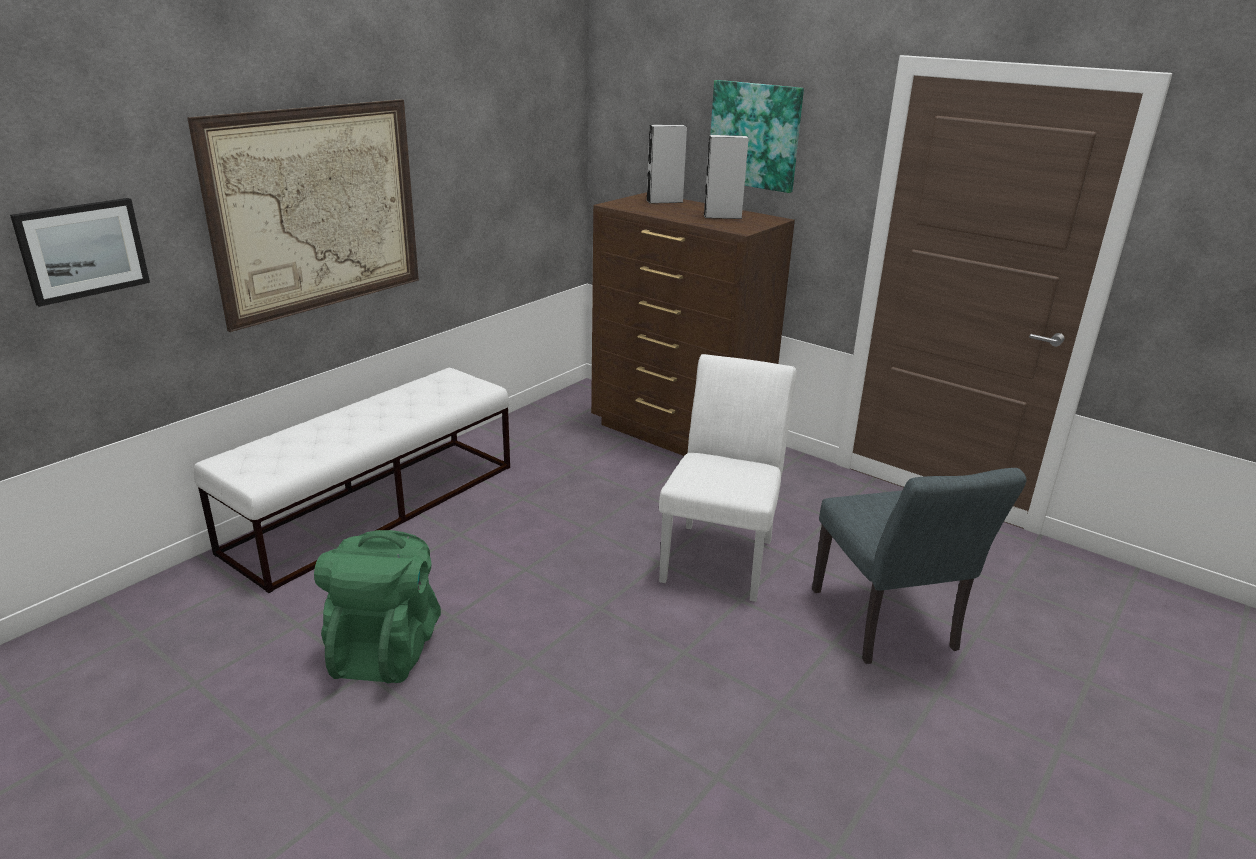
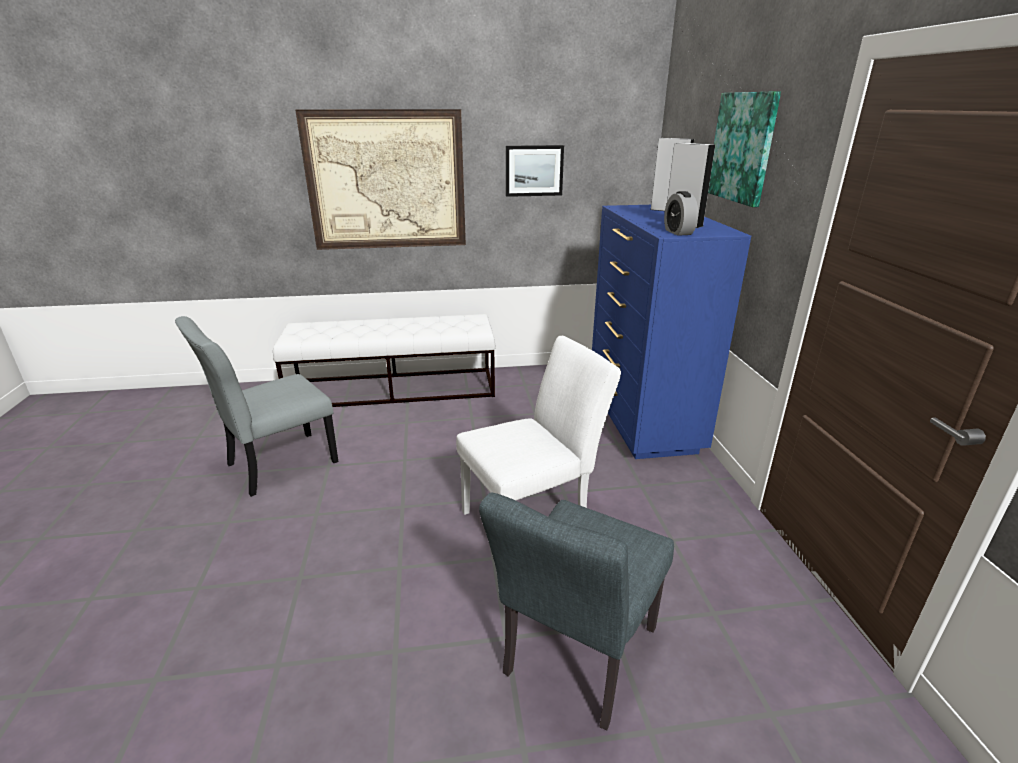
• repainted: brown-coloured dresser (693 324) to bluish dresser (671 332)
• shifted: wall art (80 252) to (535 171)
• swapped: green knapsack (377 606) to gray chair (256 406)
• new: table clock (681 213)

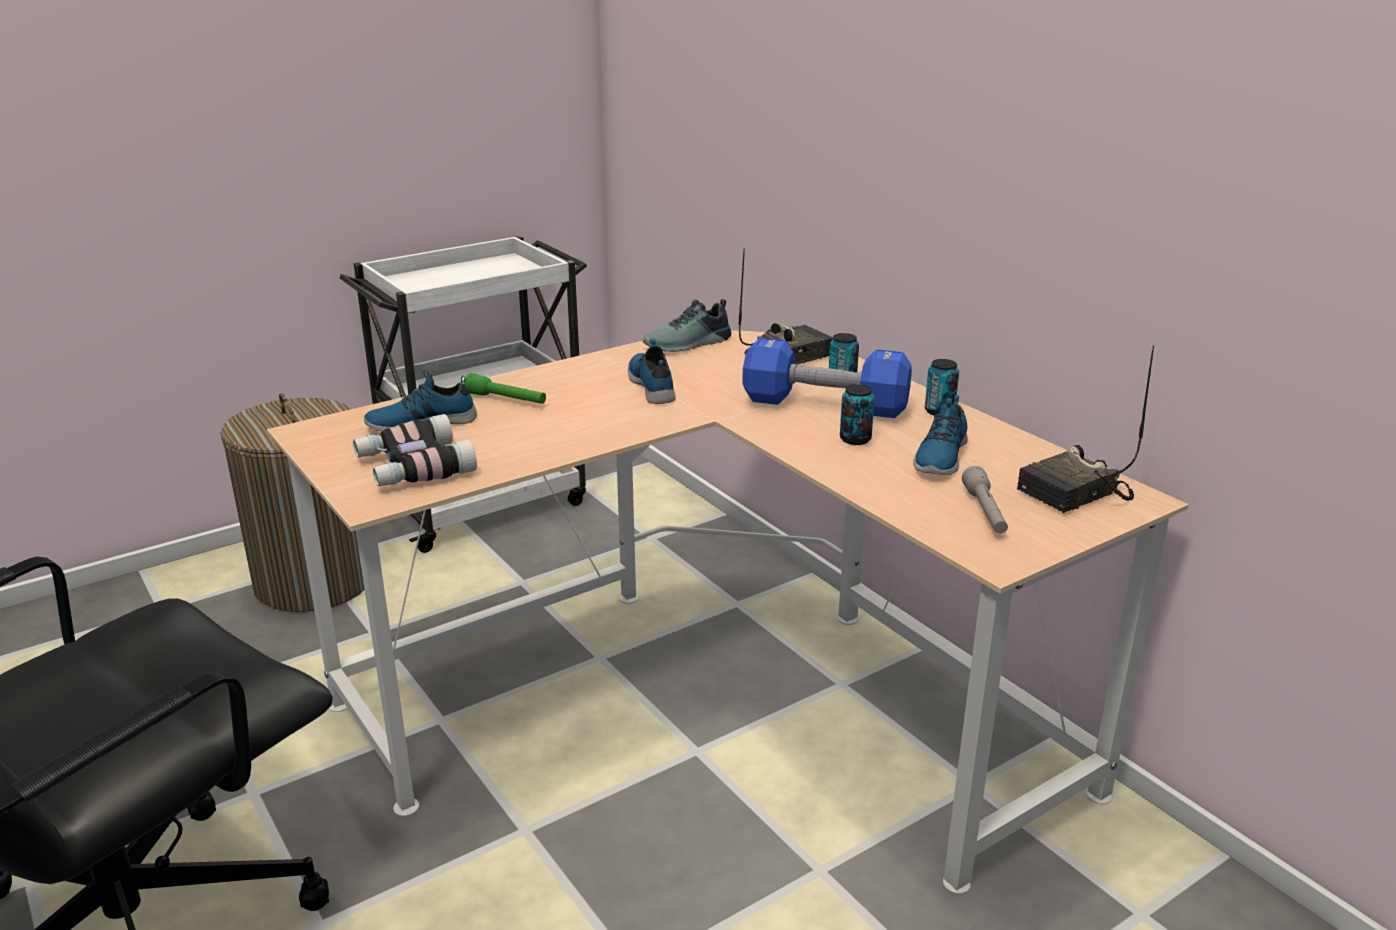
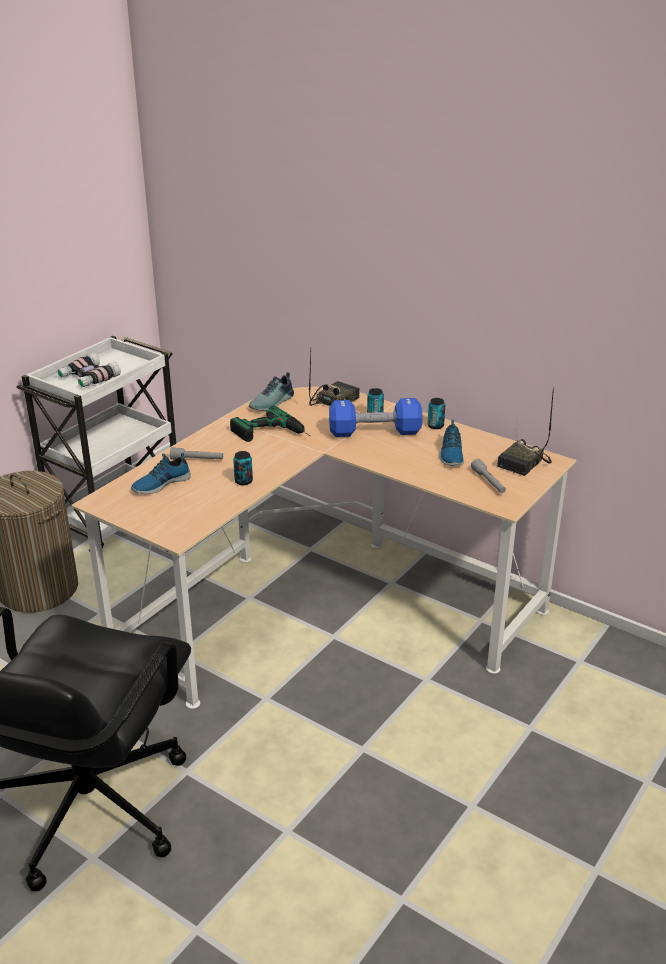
• swapped: low shoe (652 371) to drill (270 424)
• repainted: green hand torch (505 388) to gray hand torch (196 453)
• shifted: sealed can (857 414) to (243 468)
• shifted: binoculars (415 450) to (89 370)

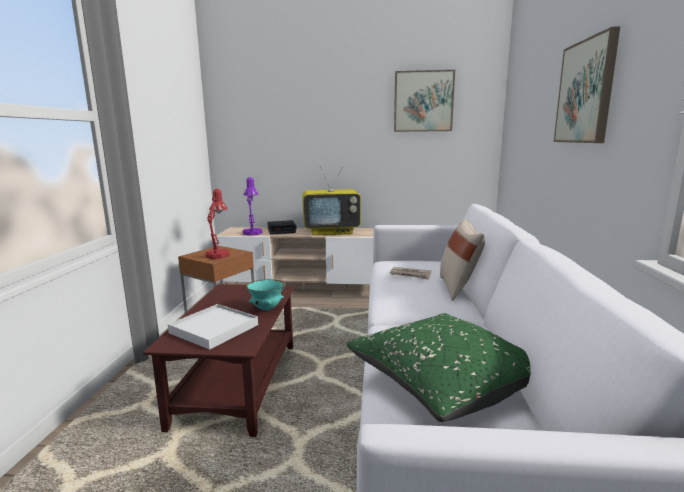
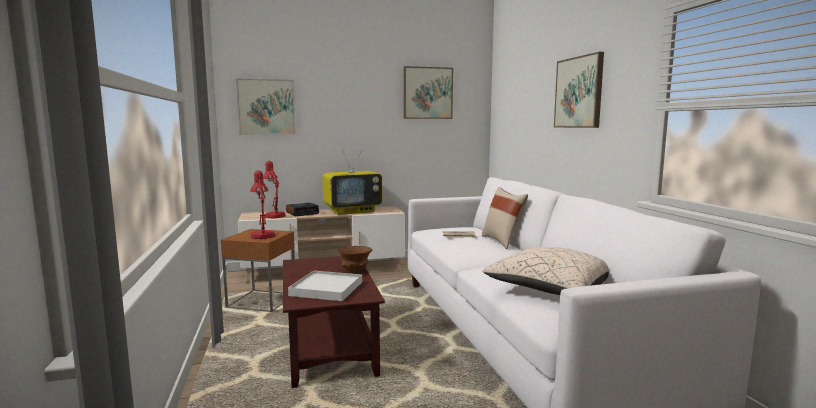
• repainted: purple lamp for a table (253 206) to red-coloured lamp for a table (274 189)
• repainted: turquoise serving bowl (266 295) to brown-coloured serving bowl (355 259)
• repainted: green cushion (438 367) to beige cushion (545 271)
• new: wall art (266 106)

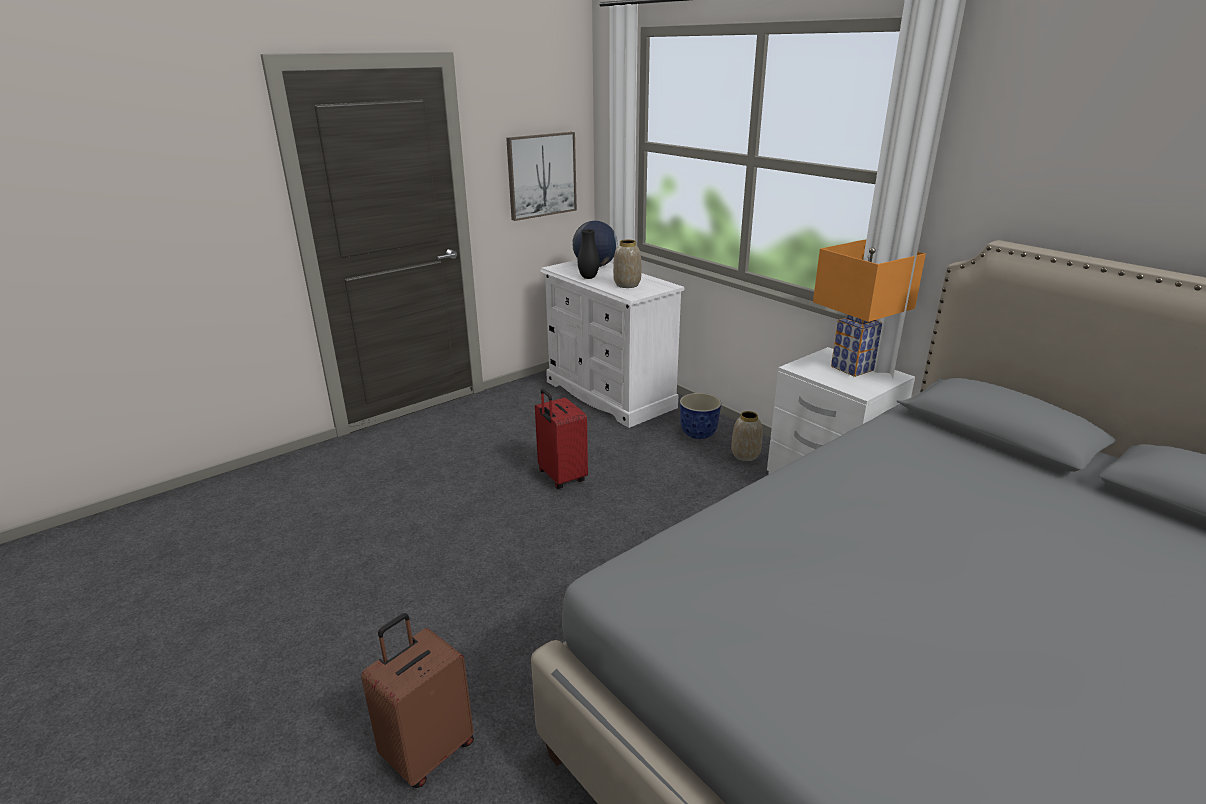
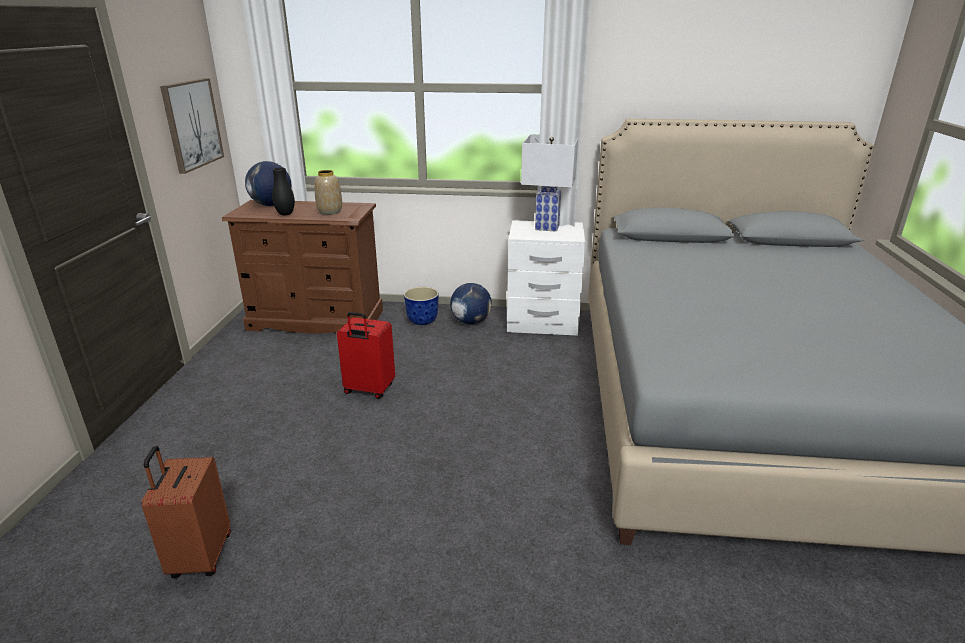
• repainted: orangey lamp for a table (869 308) to white-coloured lamp for a table (549 183)
• repainted: white-coloured dresser (612 344) to brown-coloured dresser (302 266)
• swapped: vase (746 436) to world globe (471 303)
• shifted: brown-coloured piece of luggage (417 700) to (185 512)

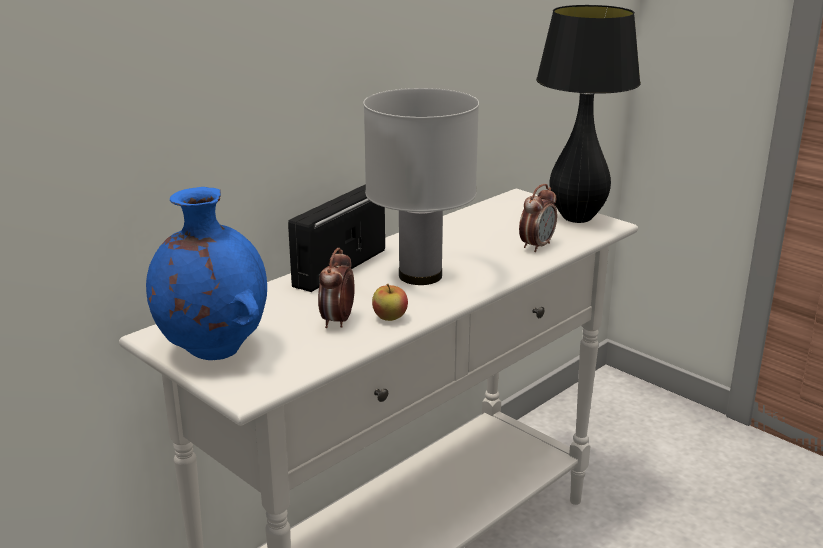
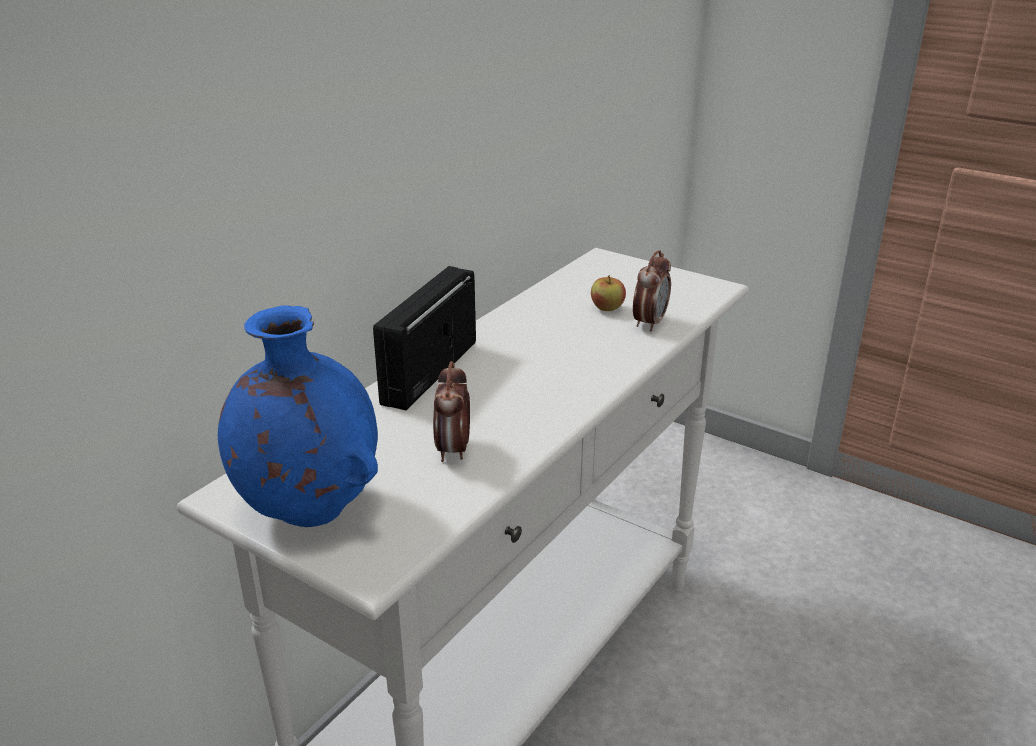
• gone: black-coloured lamp for a table (588 114)
• gone: white-coloured lamp for a table (421 186)
• shifted: apple (390 302) to (608 293)

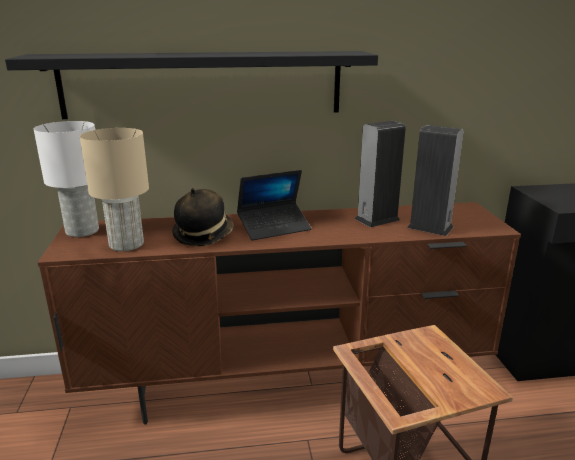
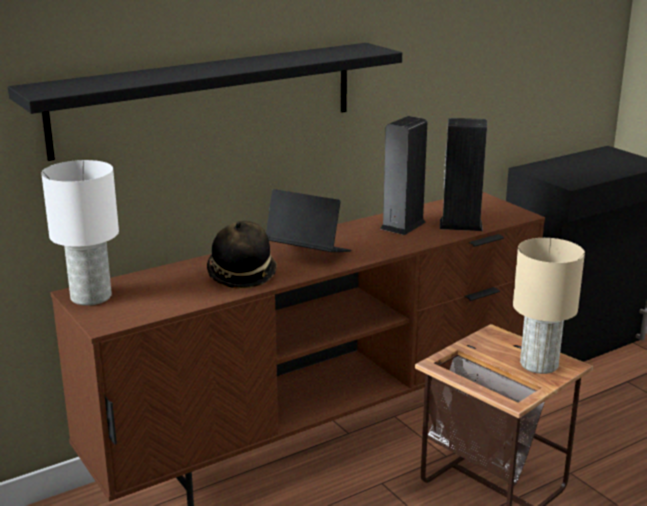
• shifted: beige lamp for a table (114 189) to (549 306)
• rotated: notebook computer (274 205) = (308 220) 105 degrees counterclockwise

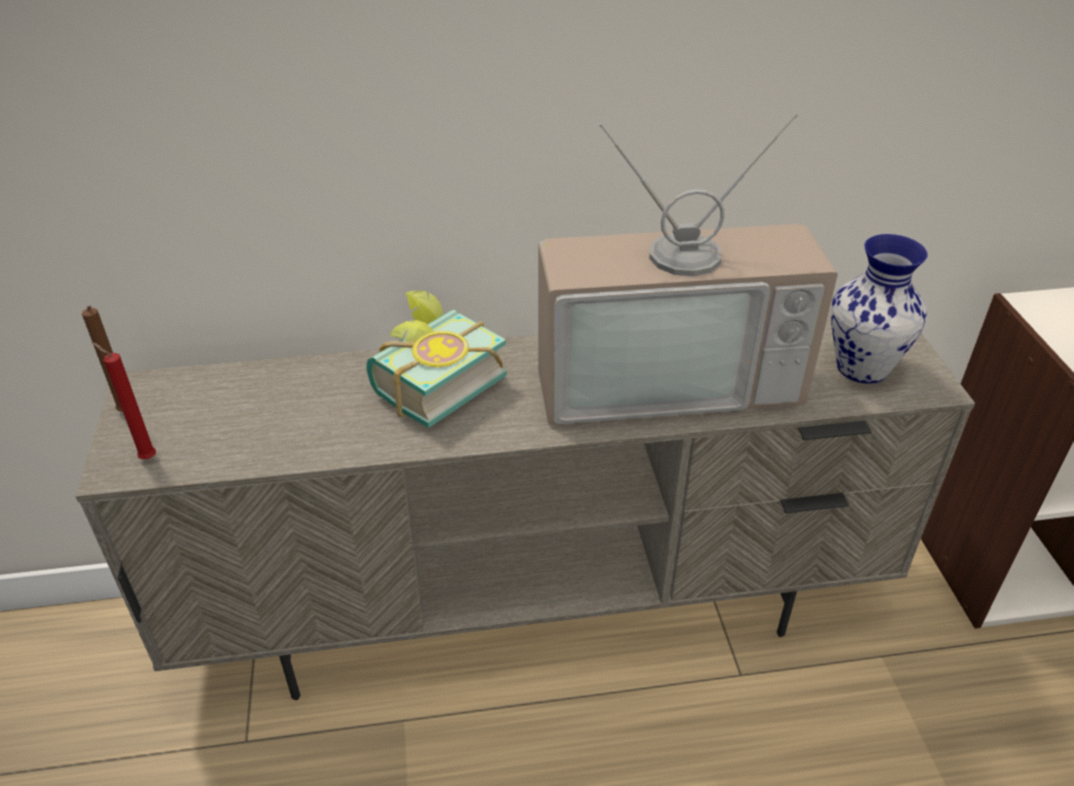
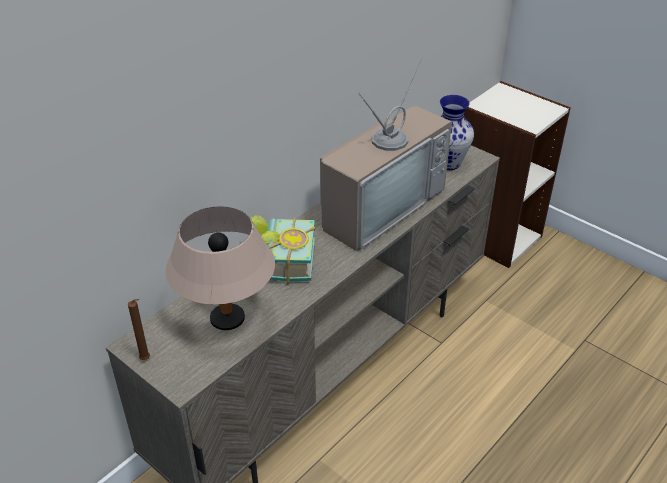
• gone: red-coloured wax light (124 400)
• new: beige lamp for a table (220 268)

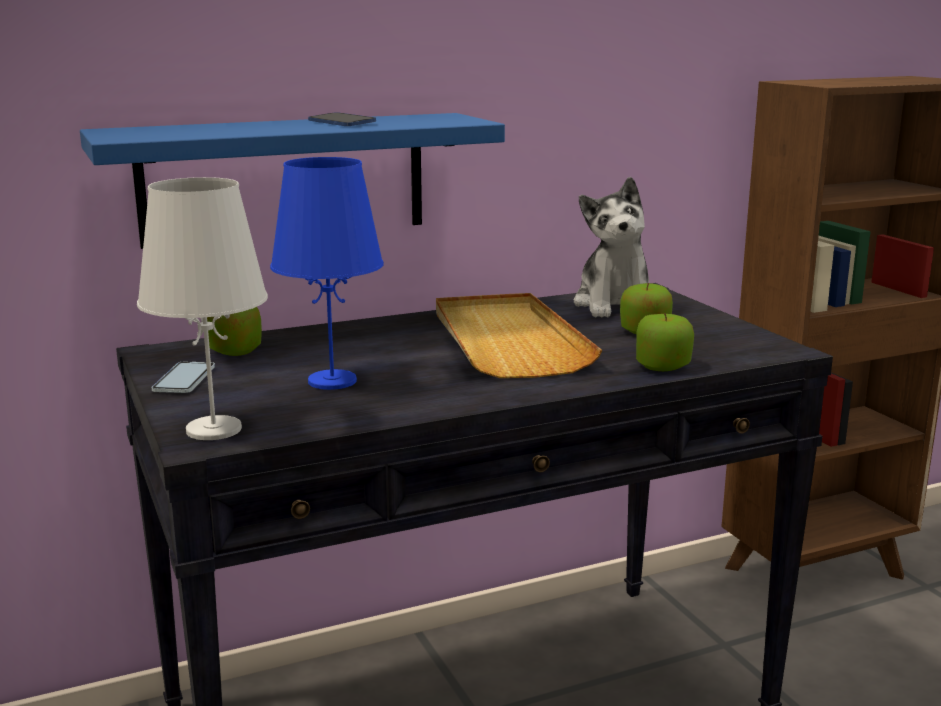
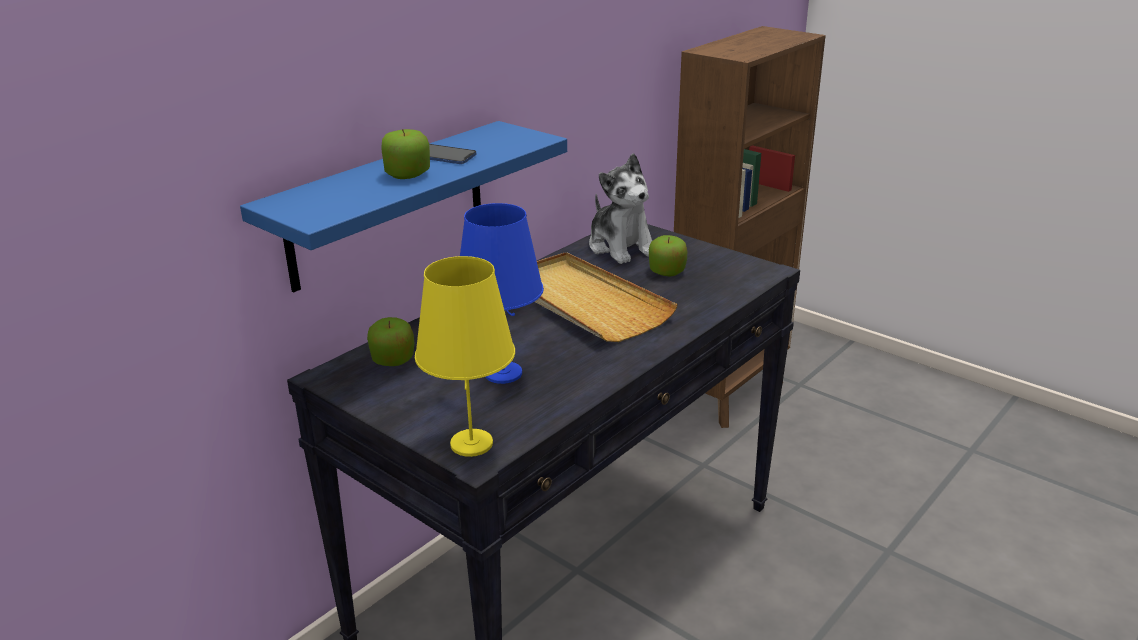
• repainted: white-coloured lamp for a table (202 308) to yellow-coloured lamp for a table (465 356)
• shifted: apple (665 342) to (405 154)
• gone: handset (183 377)

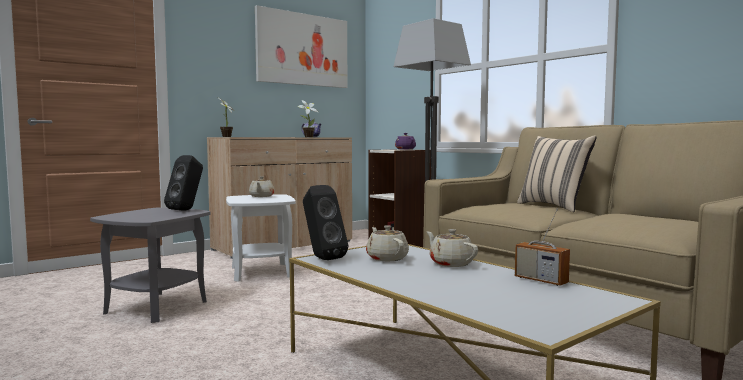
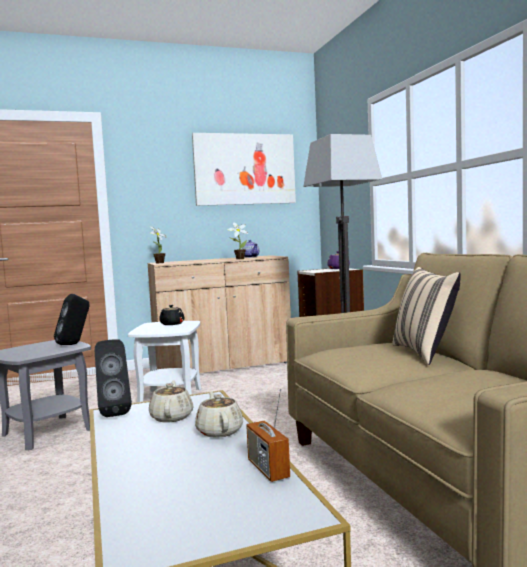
• repainted: beige tea pot (262 186) to black-coloured tea pot (171 315)

